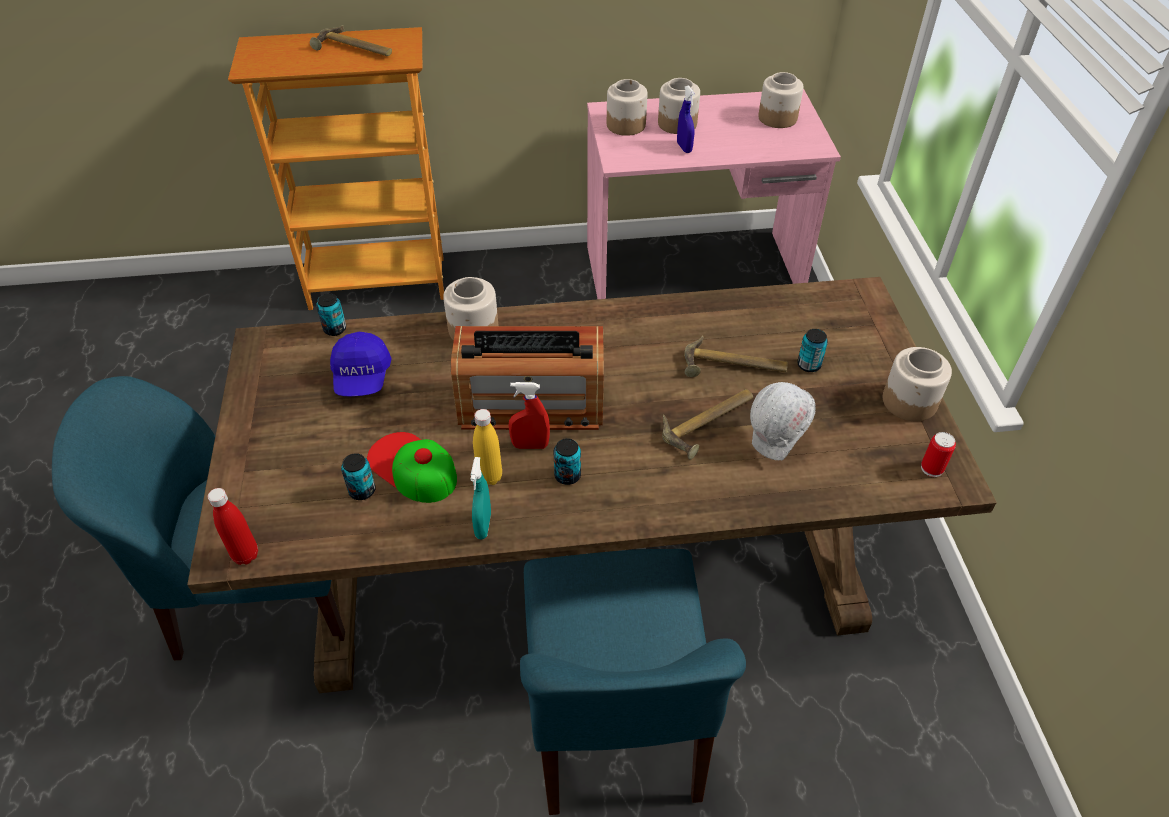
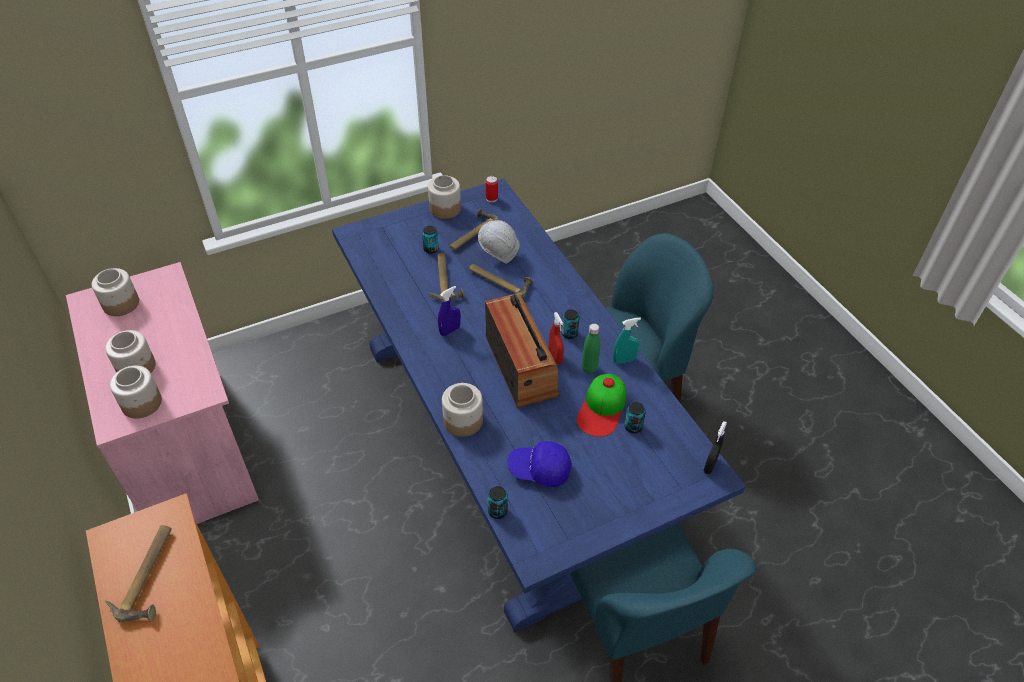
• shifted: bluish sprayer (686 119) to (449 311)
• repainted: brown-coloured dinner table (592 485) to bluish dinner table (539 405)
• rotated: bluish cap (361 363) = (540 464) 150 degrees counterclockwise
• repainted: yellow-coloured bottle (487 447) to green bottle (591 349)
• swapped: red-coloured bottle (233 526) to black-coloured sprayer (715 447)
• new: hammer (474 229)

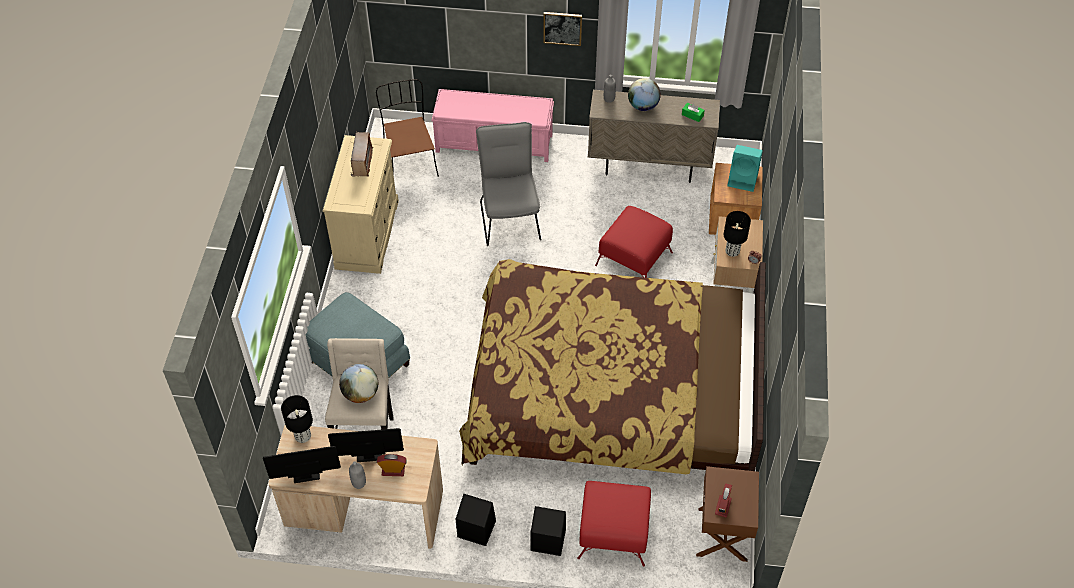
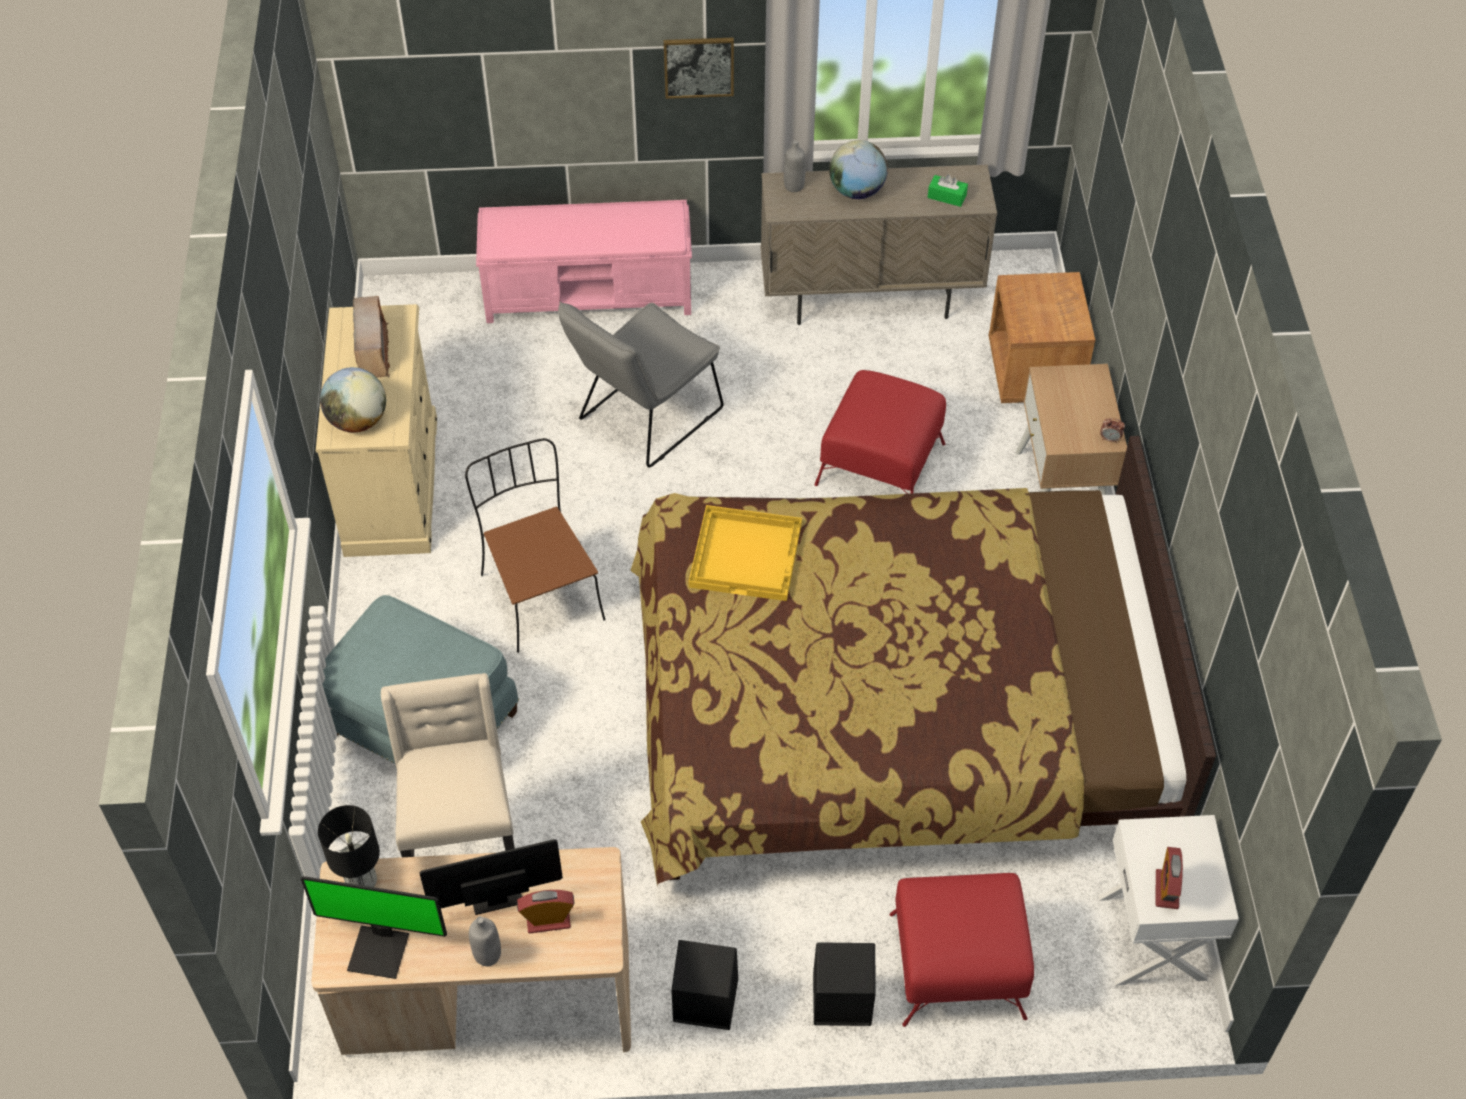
• shifted: brown-coloured chair (407 128) to (535 545)
• rotated: gray chair (508 184) = (641 384) 120 degrees counterclockwise
• gone: turquoise audio speaker (745 168)
• gone: black-coloured lamp for a table (737 234)
• shifted: world globe (358 383) to (353 399)
• rotated: monitor (302 464) = (374 927) 150 degrees counterclockwise
• repainted: brown-coloured bedside table (727 514) to white-coloured bedside table (1168 900)
• new: yellow-coloured serving tray (745 553)

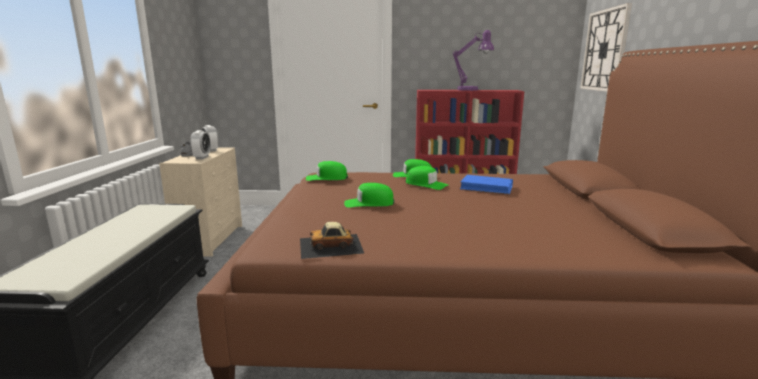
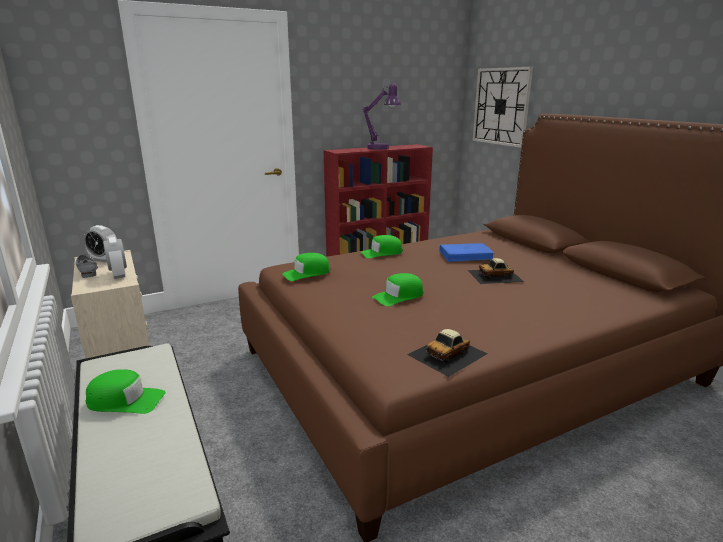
• shifted: green cap (427 178) to (125 391)
• new: model car (496 271)

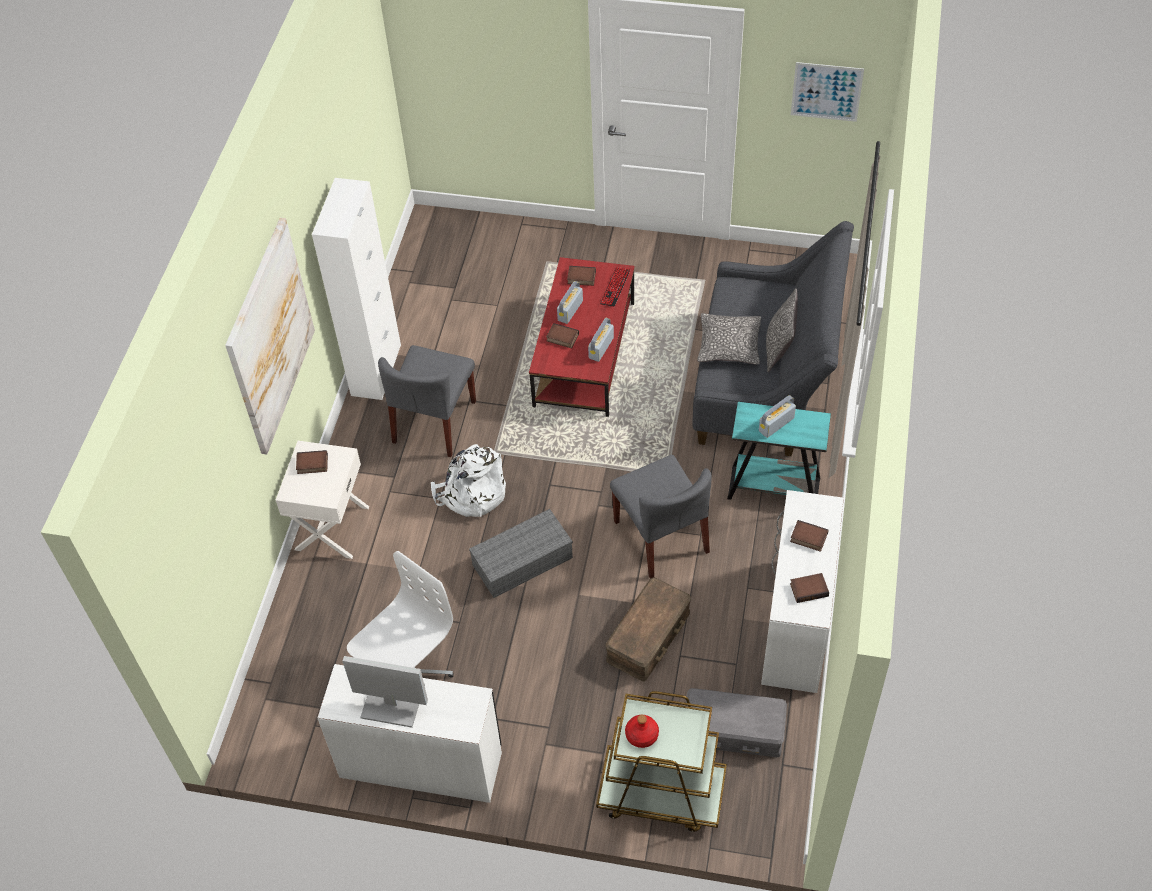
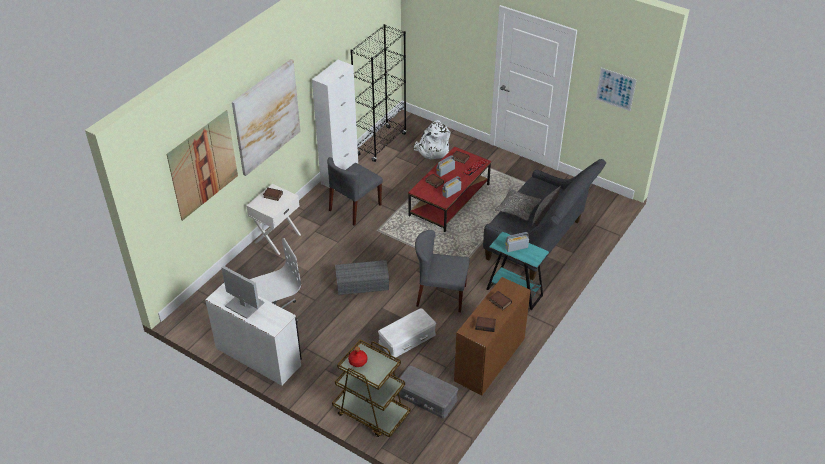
• shifted: white-coloured knapsack (468 480) to (432 139)
• rotated: gray chair (661 517) = (442 271) 105 degrees clockwise
• repainted: white-coloured desk table (802 591) to brown-coloured desk table (492 336)
• repainted: brown-coloured storage container (648 629) to white-coloured storage container (407 333)
• new: black-coloured shelving unit (378 93)
• new: wall art (202 165)

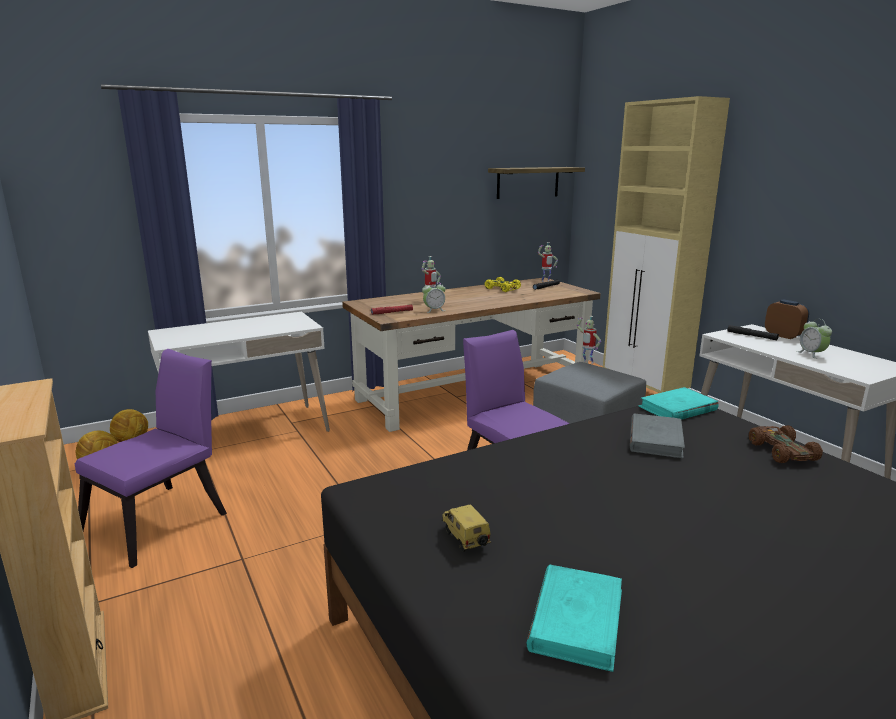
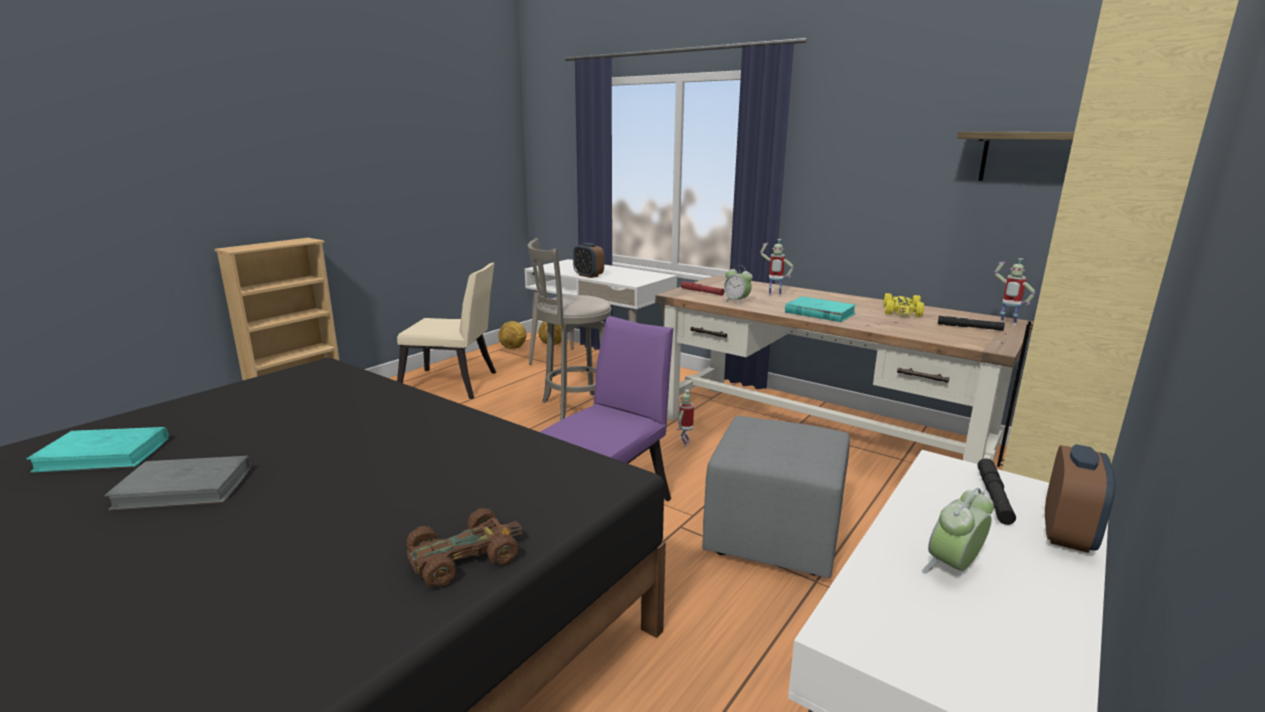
• shifted: toy robot (589 340) to (685 418)
• repainted: purple chair (151 458) to beige chair (446 331)
• shifted: turquoise book (678 403) to (820 309)
• shifted: gray book (657 435) to (177 483)
• gone: model car (466 528)
• new: gray stool (570 329)
• new: table clock (588 260)

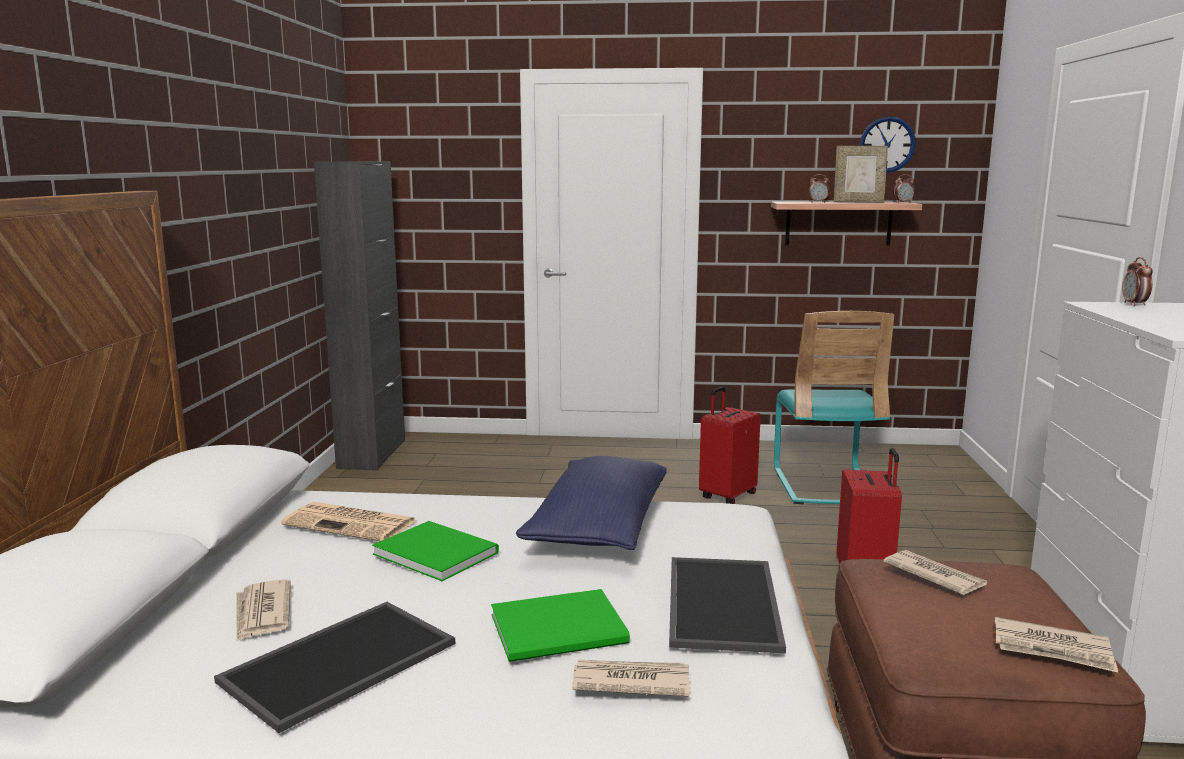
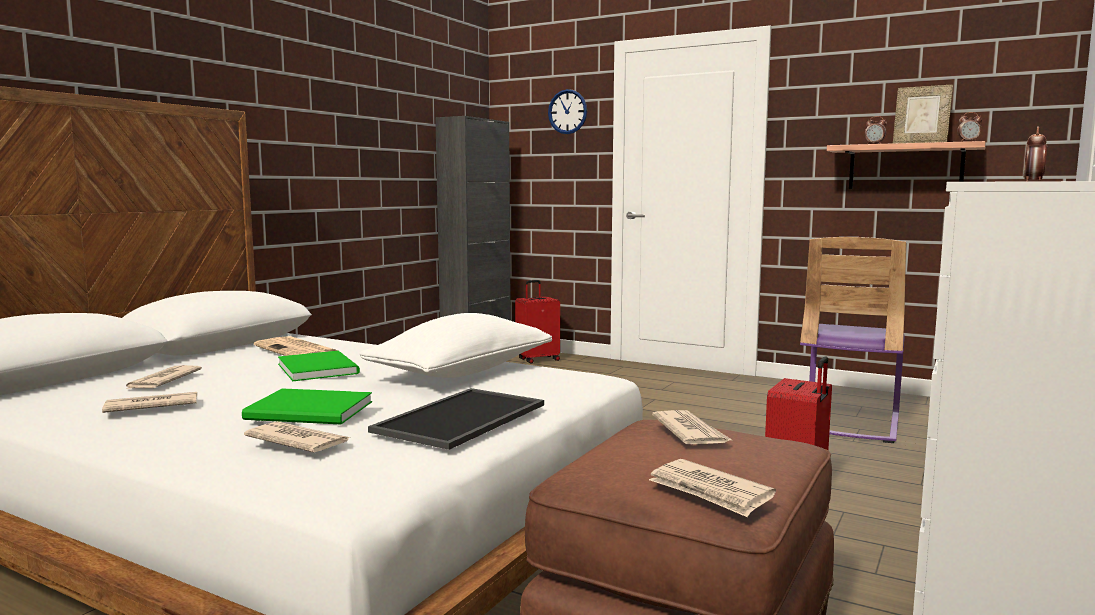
• shifted: wall clock (887 145) to (567 111)
• repainted: turquoise chair (834 407) to purple chair (853 340)
• shifted: red-coloured piece of luggage (730 445) to (537 322)
• repainted: bluish cushion (591 503) to white-coloured cushion (455 345)
• swapped: serving tray (334 667) to newspaper (149 402)

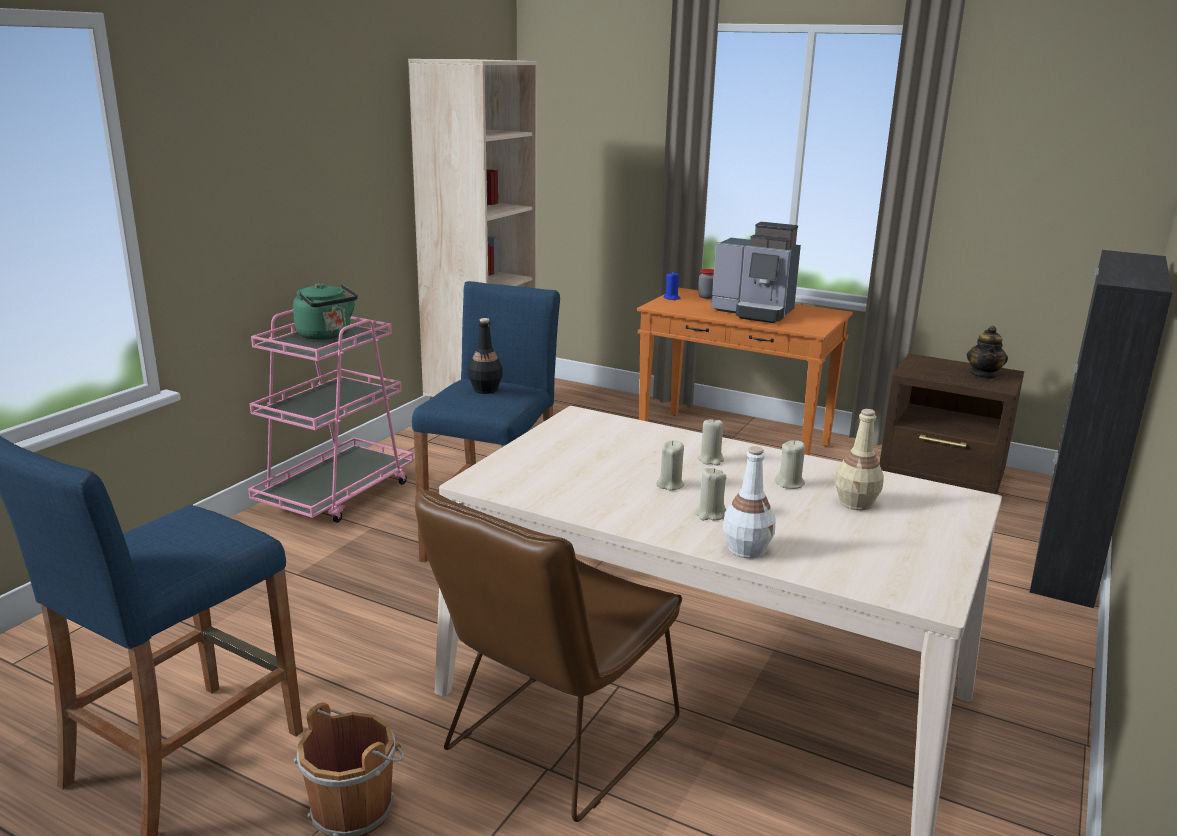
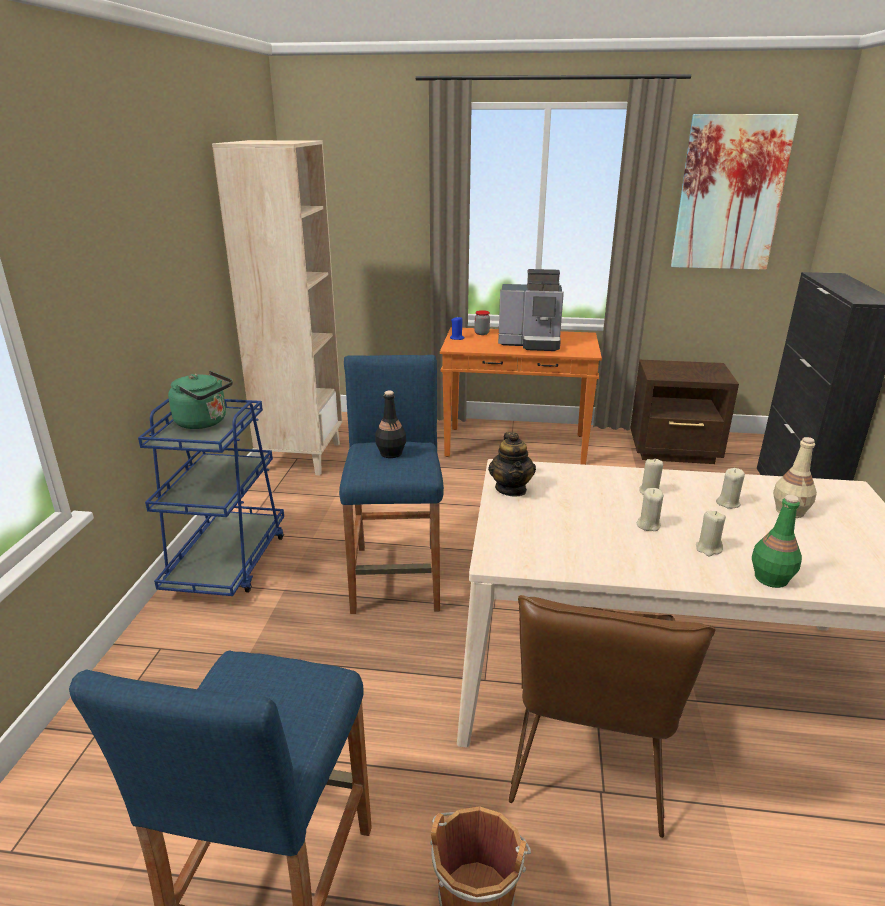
• repainted: pink-coloured wheeled cart (330 416) to bluish wheeled cart (211 497)
• shifted: tea pot (987 352) to (512 464)
• repainted: white-coloured bottle (749 502) to green bottle (777 541)
• new: wall art (734 192)

